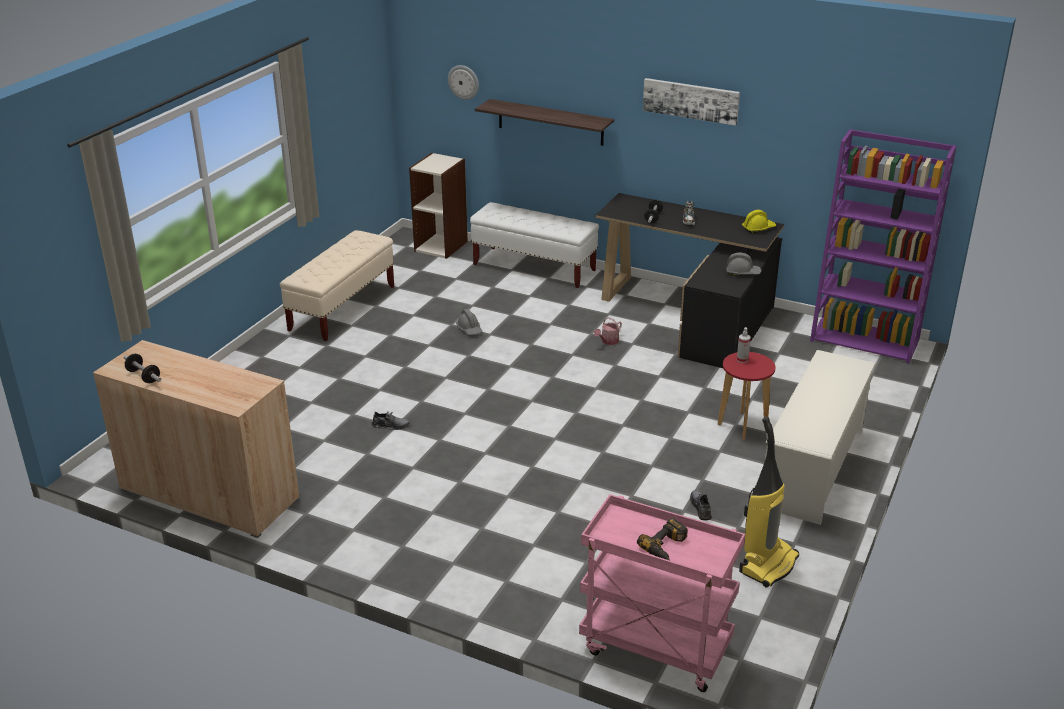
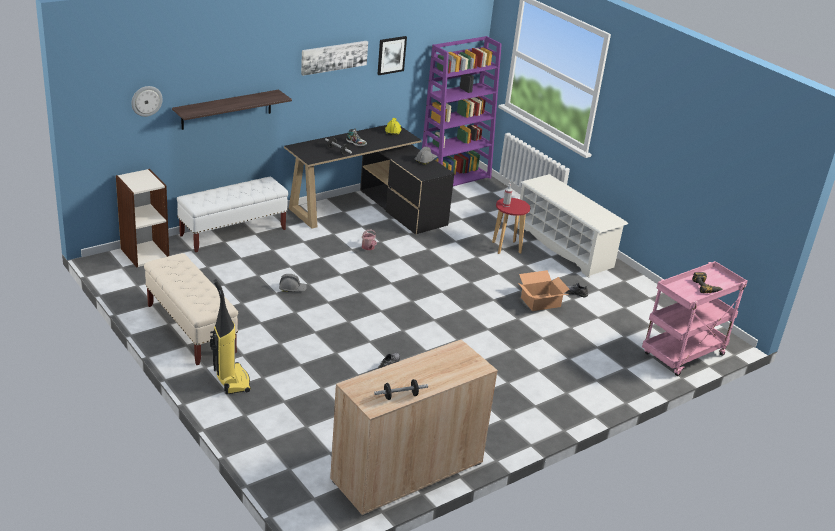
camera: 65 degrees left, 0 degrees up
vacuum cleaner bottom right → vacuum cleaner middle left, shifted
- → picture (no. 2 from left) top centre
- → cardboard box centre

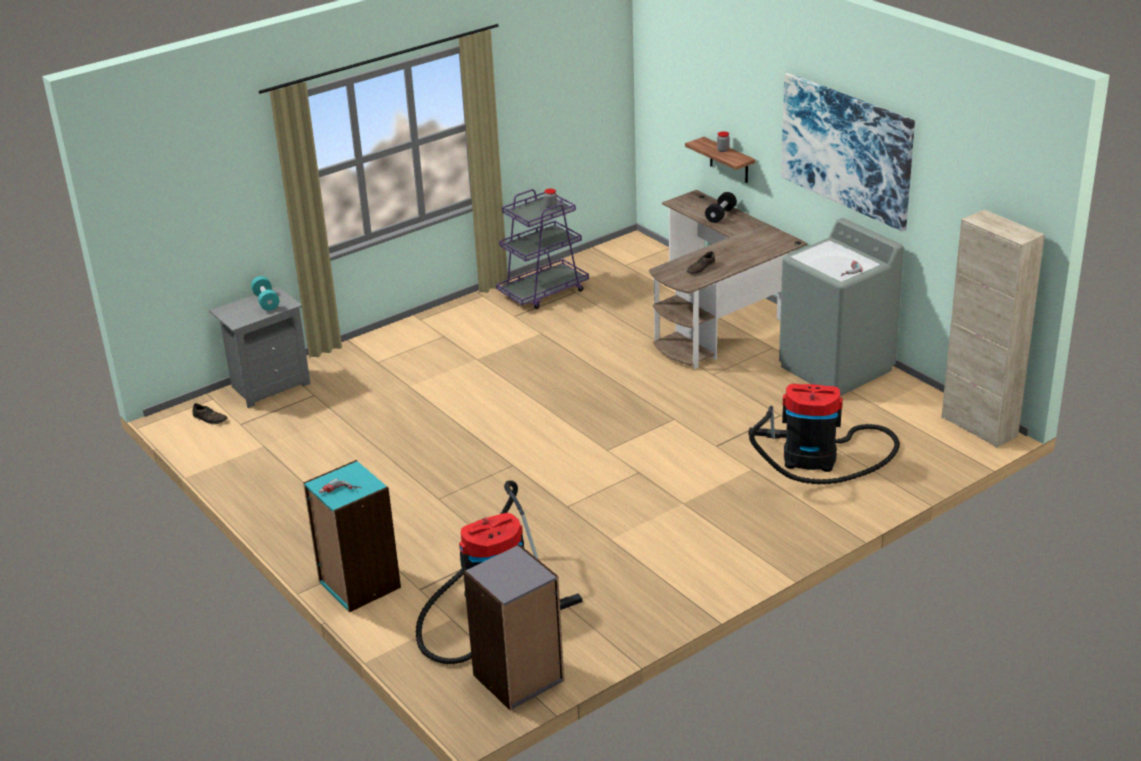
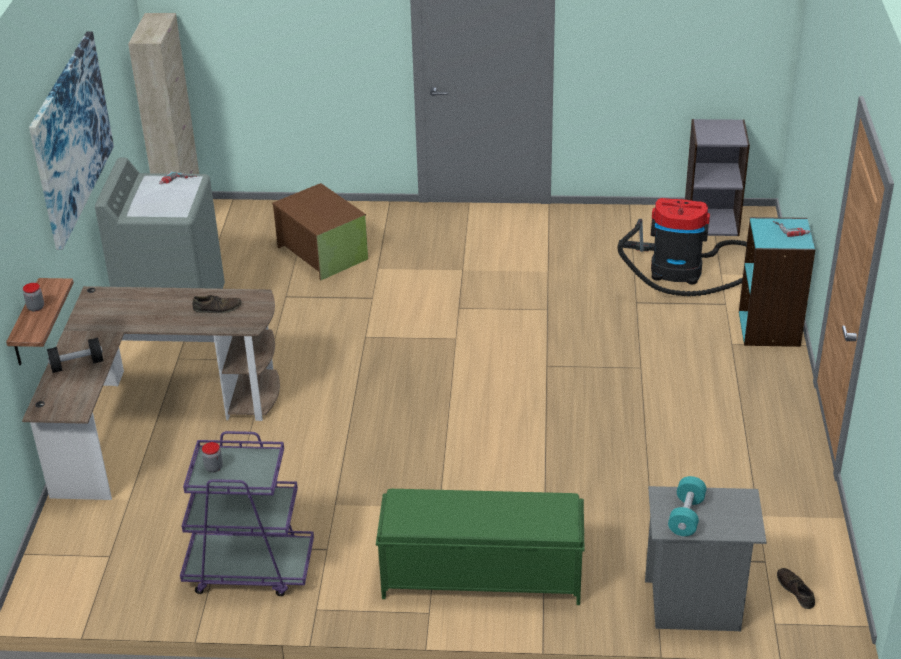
camera: 140 degrees left, 5 degrees up
vacuum cleaner (no. 2 from left) middle right → storage box in brown centre
- → bench in green bottom centre

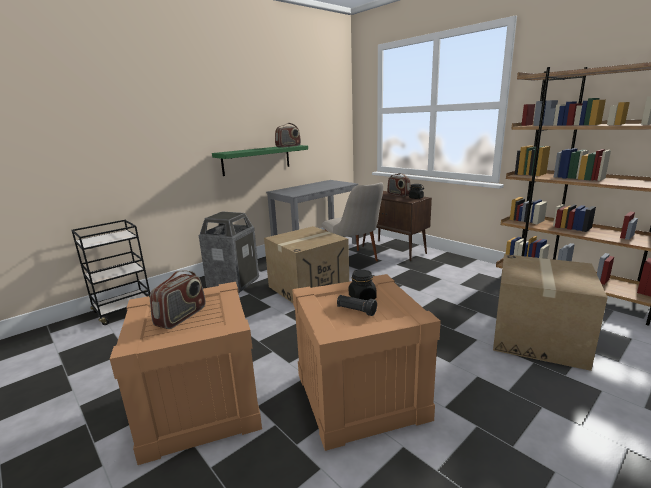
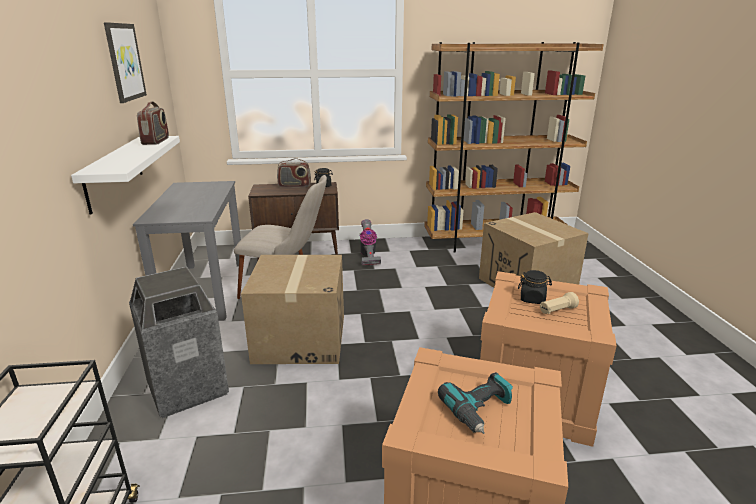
camera: 55 degrees left, 5 degrees up
shelf in green top centre → shelf in white middle left
radio (no. 1 from left) middle left → power drill bottom centre
flashlight in black centre → flashlight in beige middle right
- → picture top left
- → vacuum cleaner centre

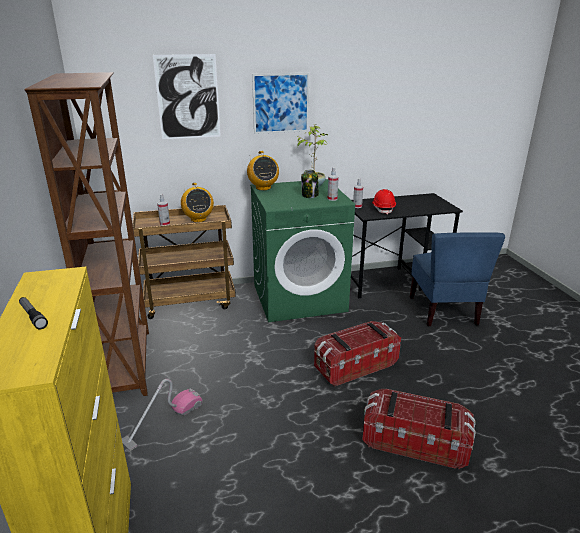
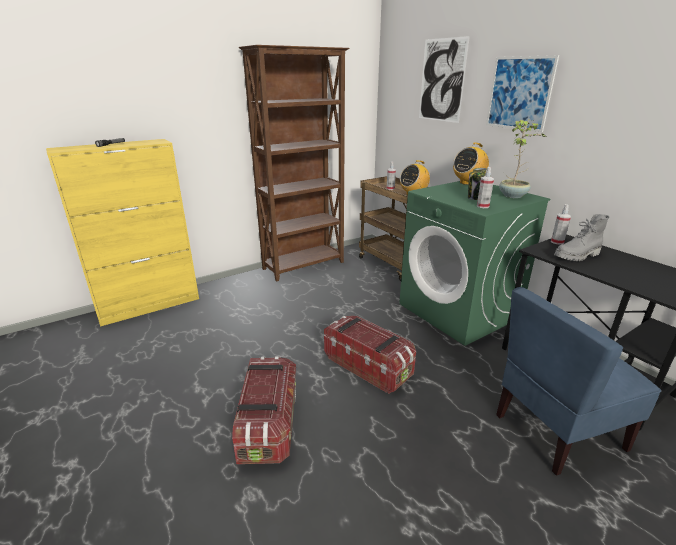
camera: 70 degrees right, 0 degrees up
hard hat in red centre → boot in grey middle right
vacuum cleaner bottom left → -

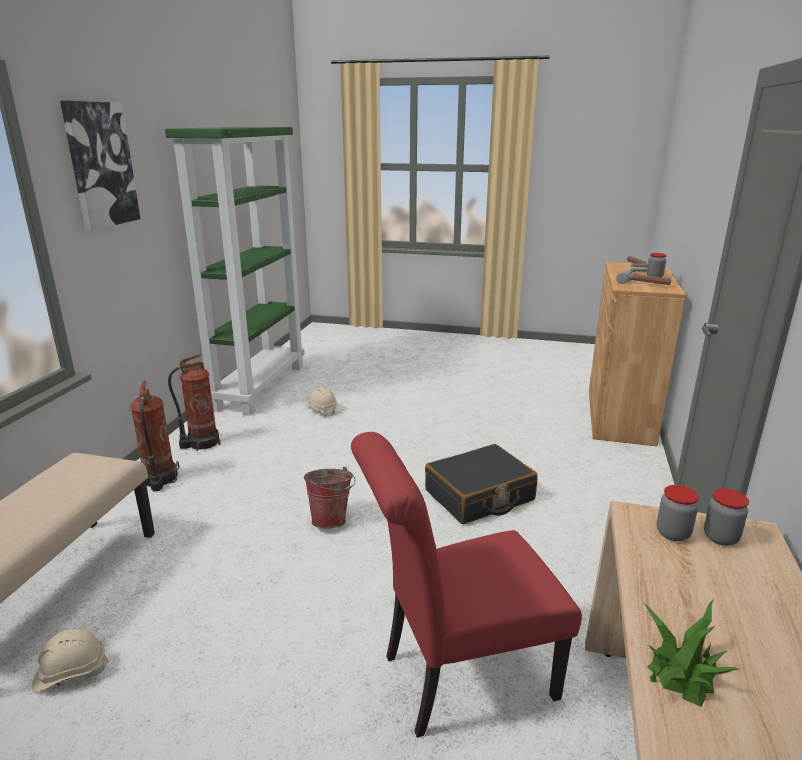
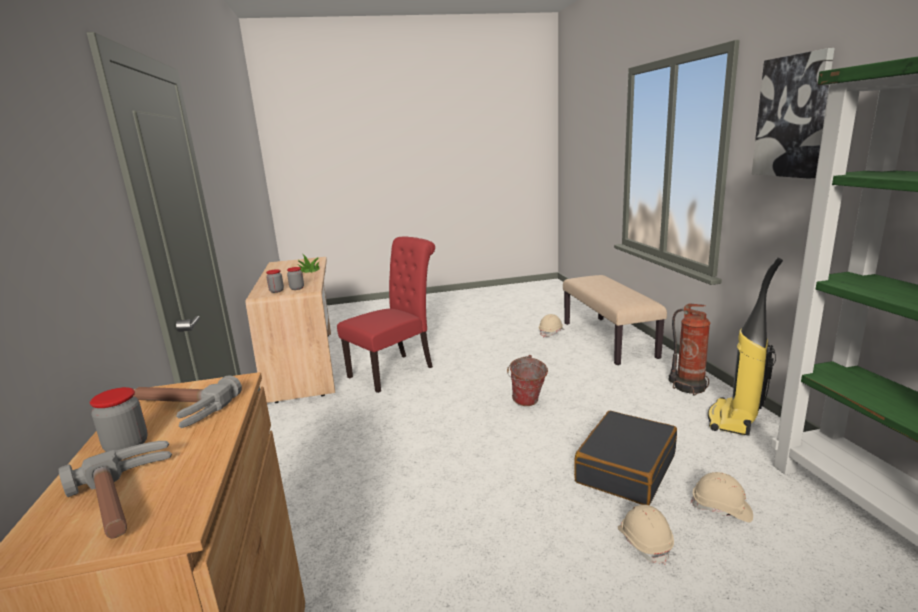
camera: 155 degrees right, 5 degrees down
fire extinguisher (no. 2 from left) middle left → vacuum cleaner middle right
suitcase in black centre → suitcase in black bottom right, shifted
- → hard hat in beige (no. 2 from left) bottom right

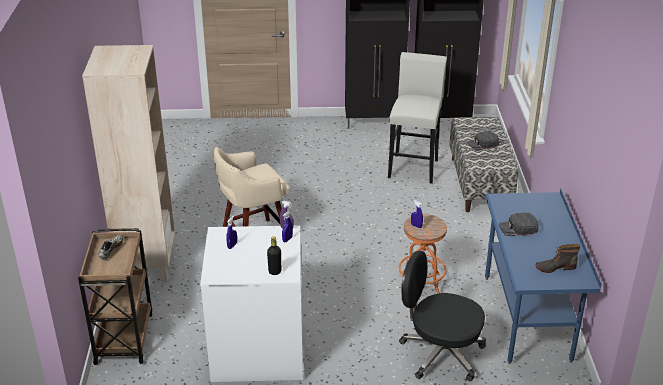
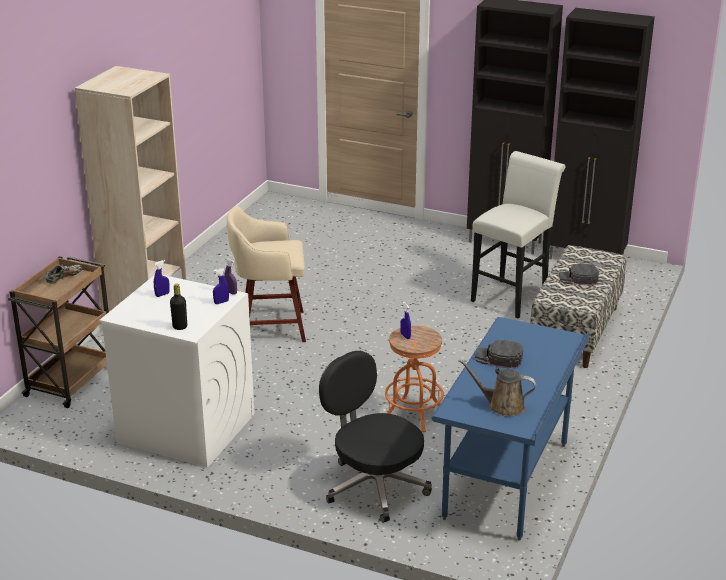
camera: 25 degrees right, 5 degrees down
boot bottom right → watering can in brown bottom right

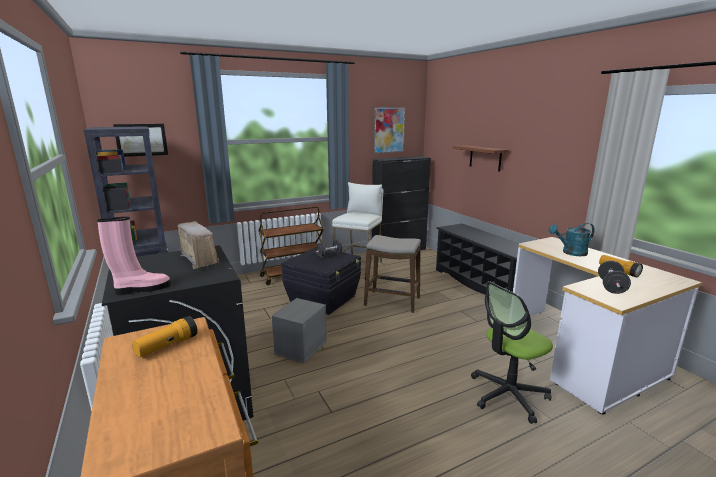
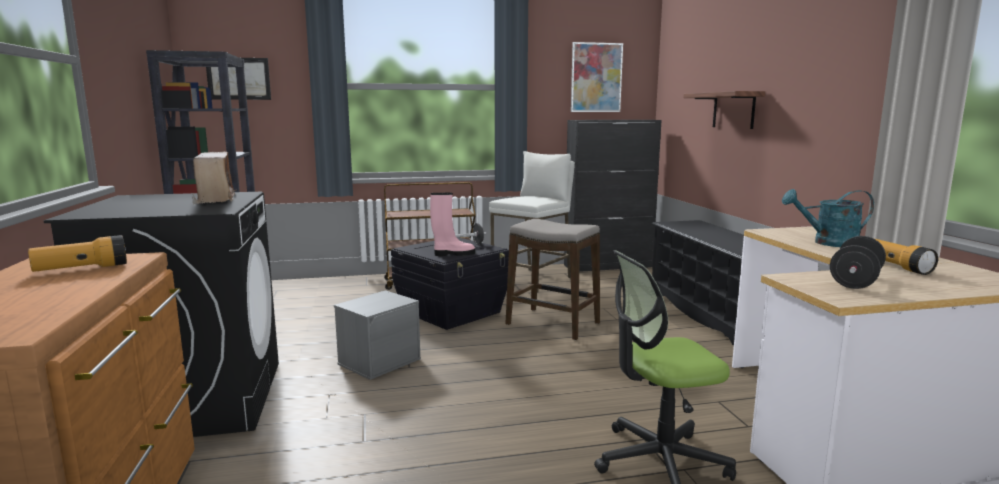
camera: 15 degrees right, 5 degrees down
boot in pink middle left → boot in pink centre, shifted

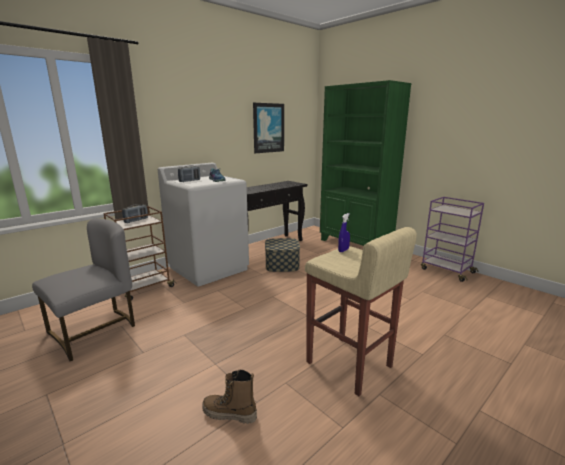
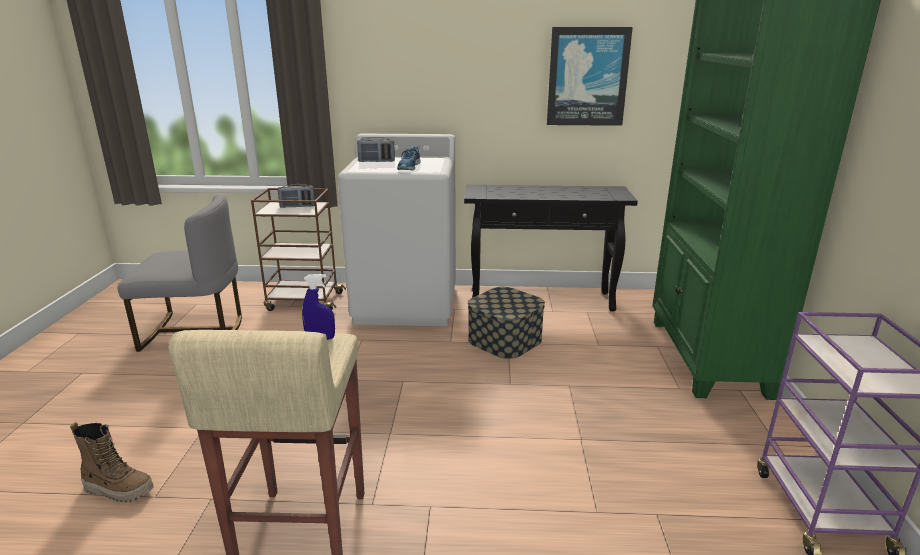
camera: 45 degrees right, 5 degrees up
boot bottom centre → boot bottom left, 135 degrees clockwise

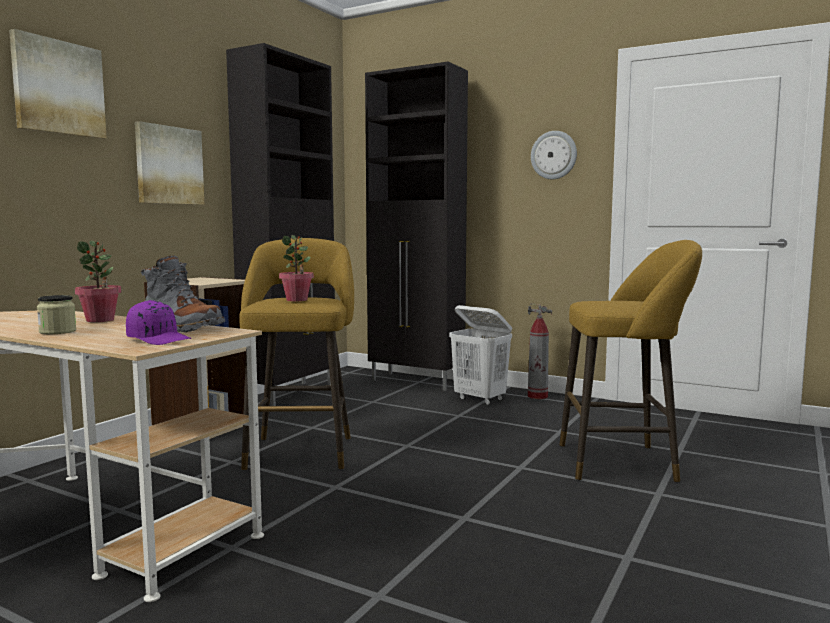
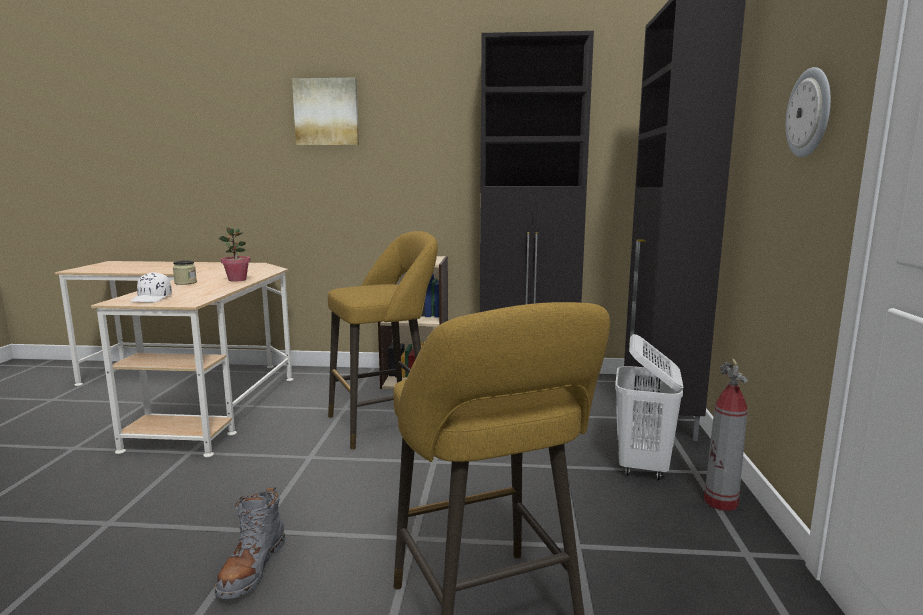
camera: 65 degrees right, 5 degrees up
picture (no. 2 from left) top left → -
potted plant (no. 2 from left) centre → -
boot in grey middle left → boot in grey bottom left, shifted
cap in purple middle left → cap in white middle left

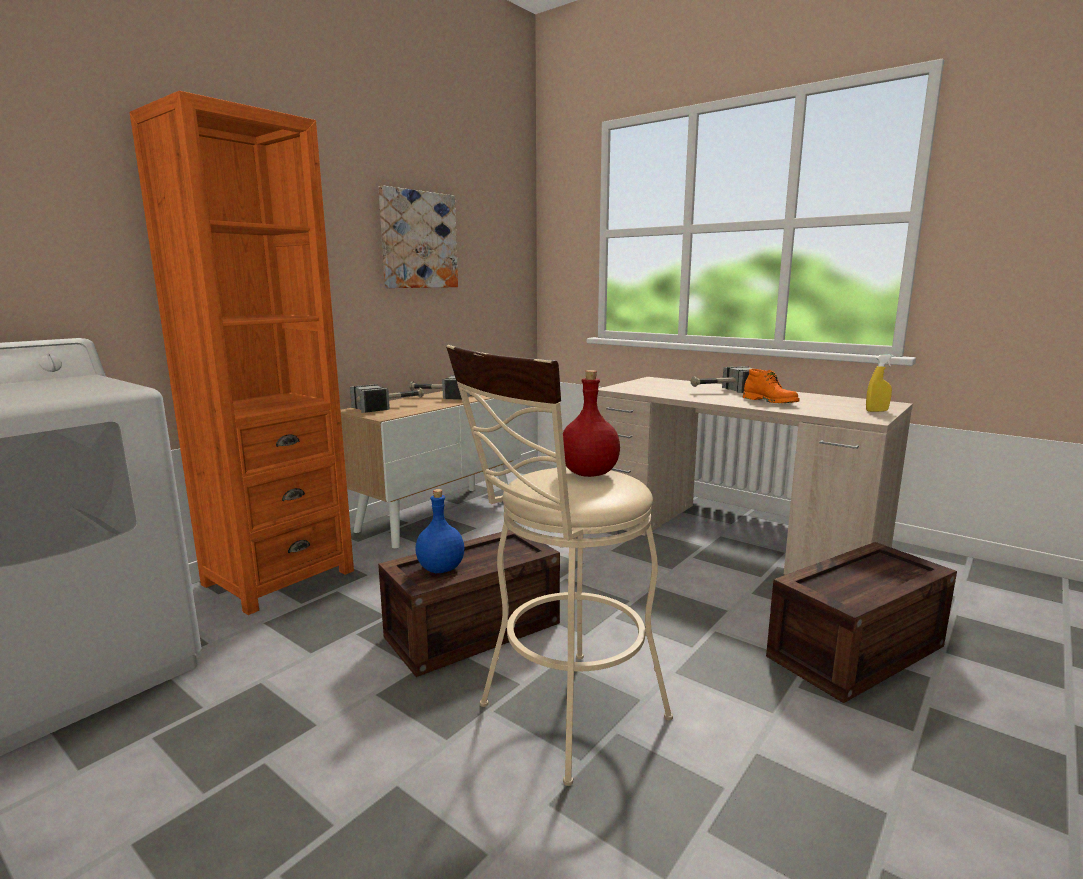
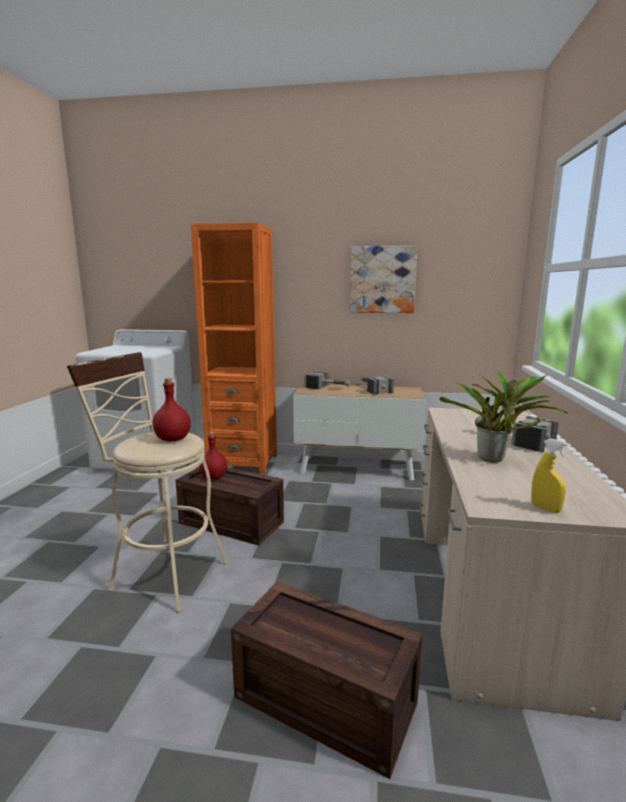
camera: 60 degrees right, 0 degrees up
boot in orange middle right → potted plant middle right
bottle in blue centre → bottle in red (no. 2 from left) centre

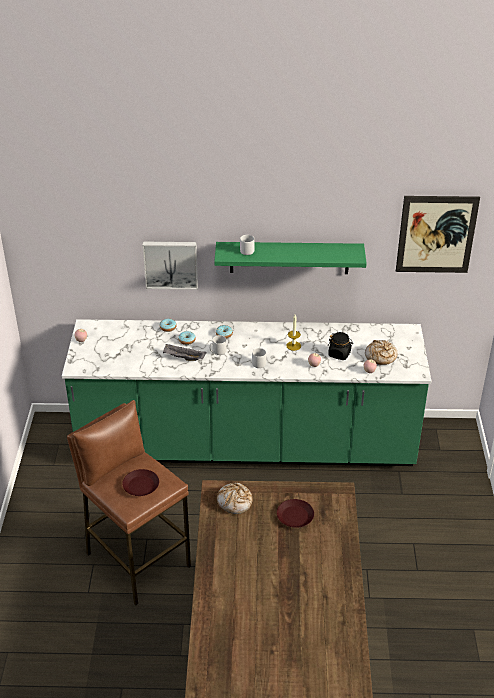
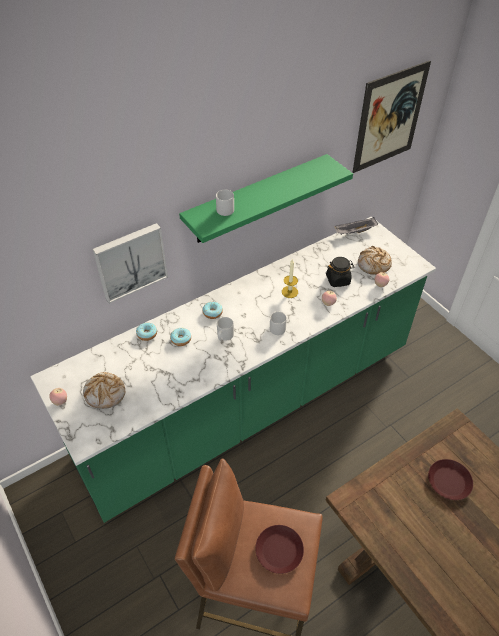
camera: 35 degrees left, 10 degrees up
tray in grey centre → tray in grey middle right, shifted
bread (no. 1 from left) bottom centre → bread (no. 1 from left) middle left, shifted

